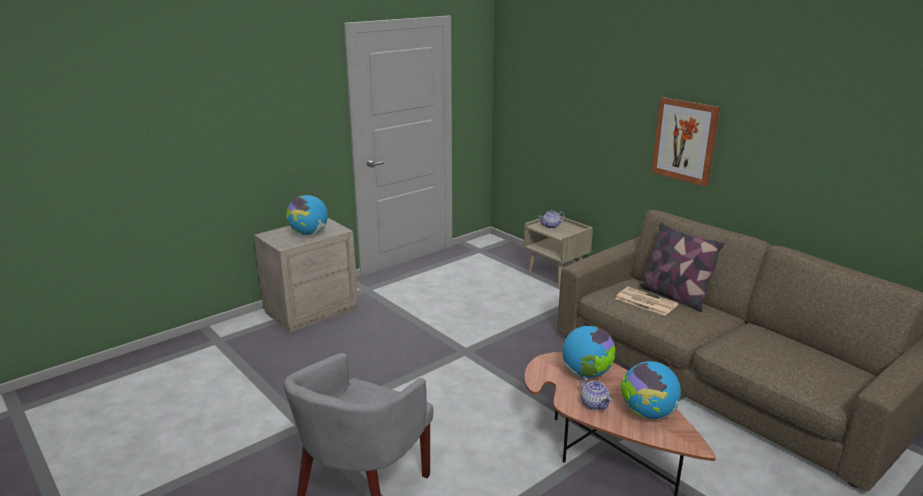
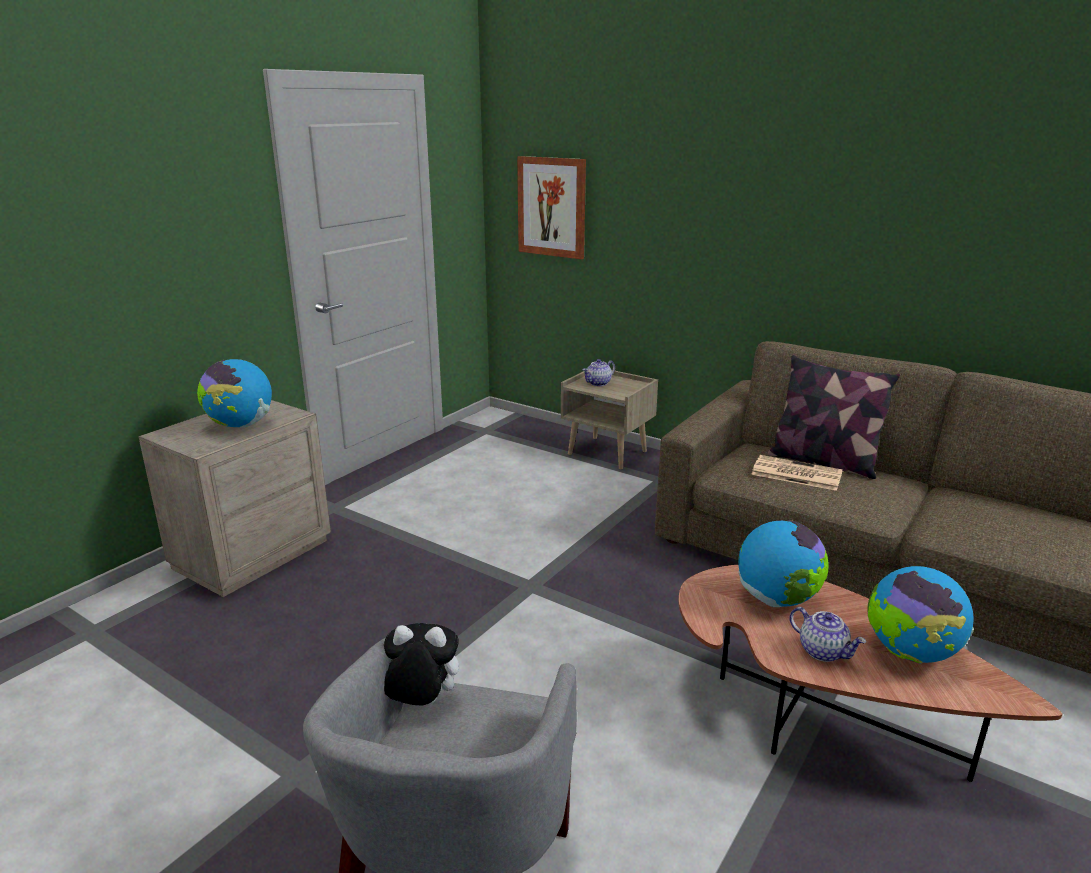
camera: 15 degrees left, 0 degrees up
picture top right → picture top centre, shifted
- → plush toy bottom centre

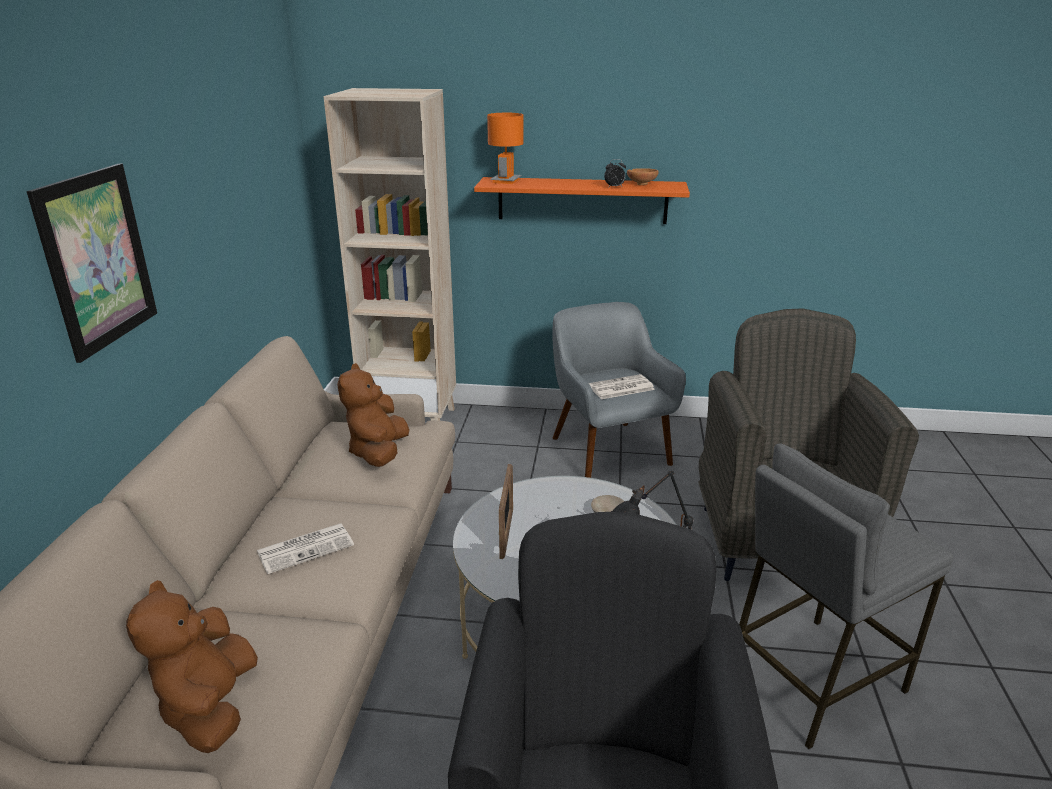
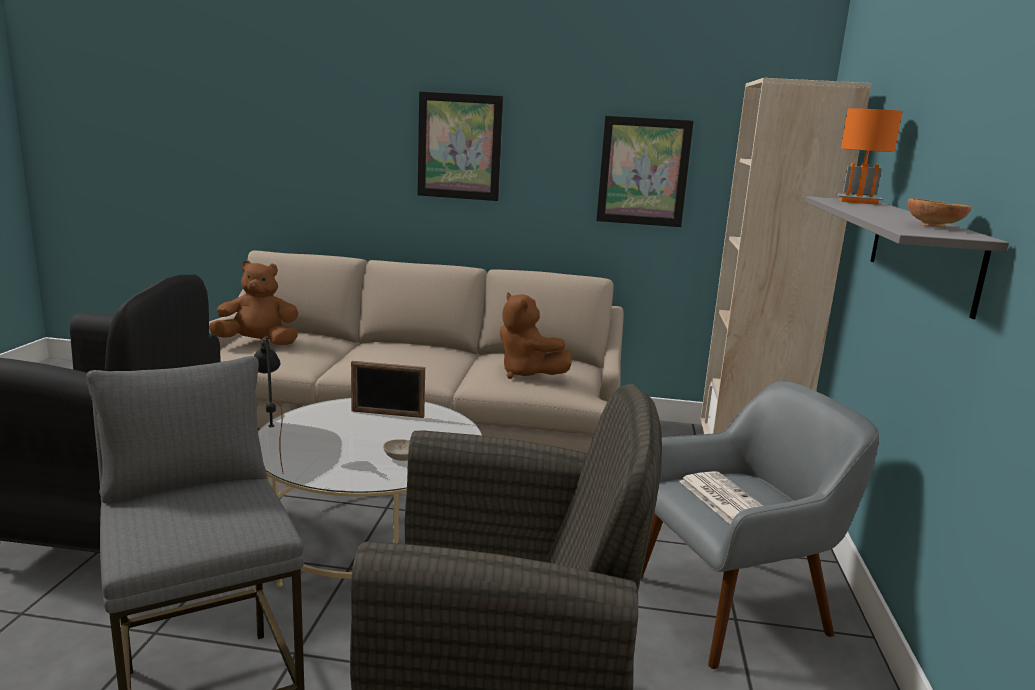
camera: 90 degrees right, 10 degrees down
alarm clock top centre → -
shelf in orange top centre → shelf in grey middle right
plush toy in brown (no. 2 from left) centre, 135 degrees counterclockwise
newspaper (no. 1 from left) bottom left → -
- → picture (no. 2 from left) top centre

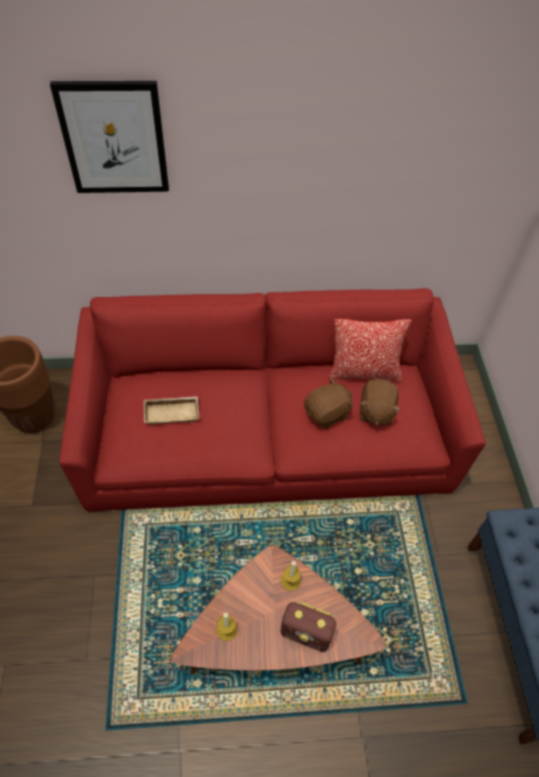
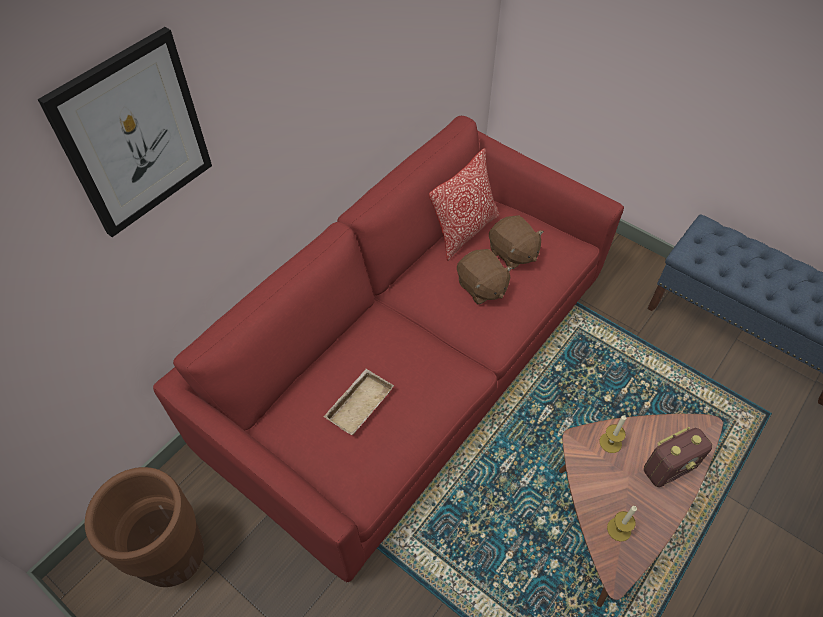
camera: 45 degrees left, 0 degrees up
plush toy in brown (no. 1 from left) centre, 135 degrees clockwise

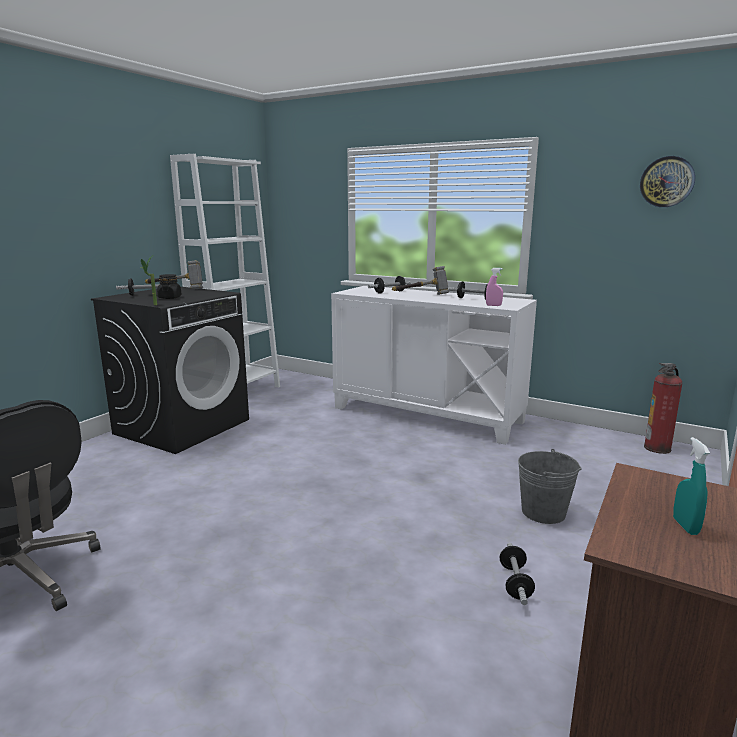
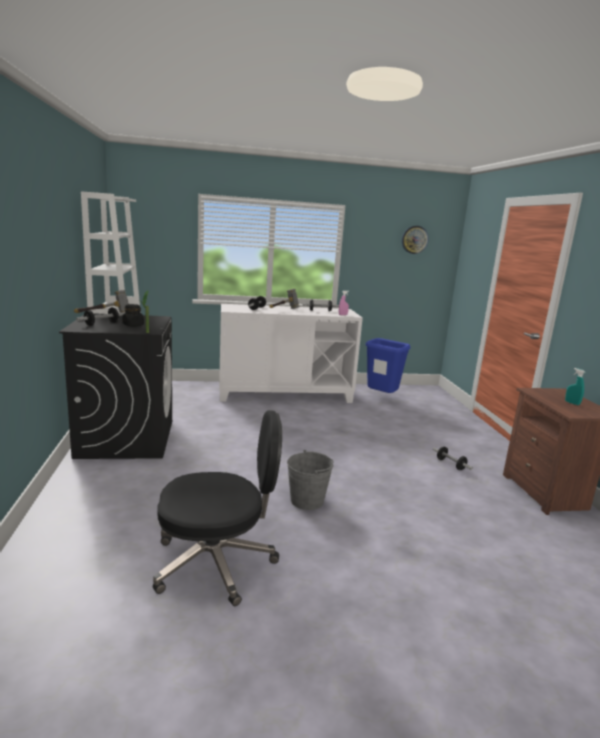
camera: 40 degrees left, 0 degrees up
fire extinguisher middle right → -
bucket in grey middle right → bucket in grey centre, shifted
- → trash can in blue centre

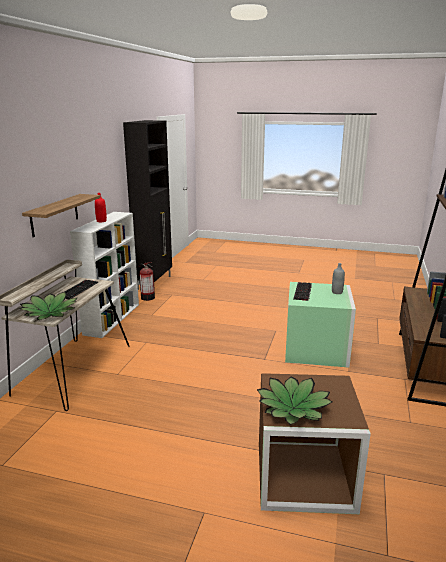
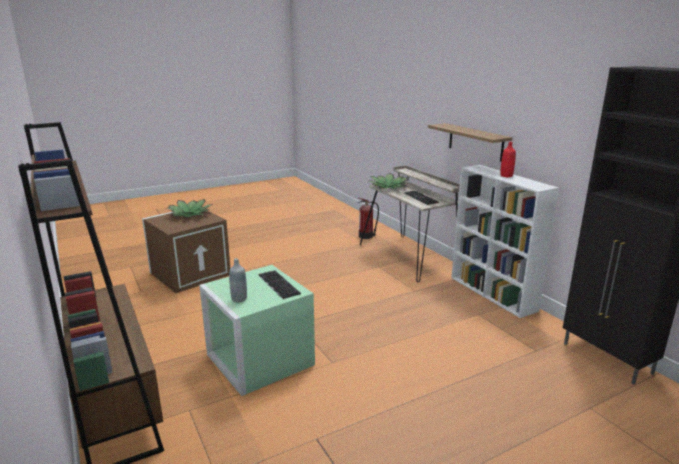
camera: 135 degrees right, 0 degrees up
fire extinguisher middle left → fire extinguisher centre, shifted

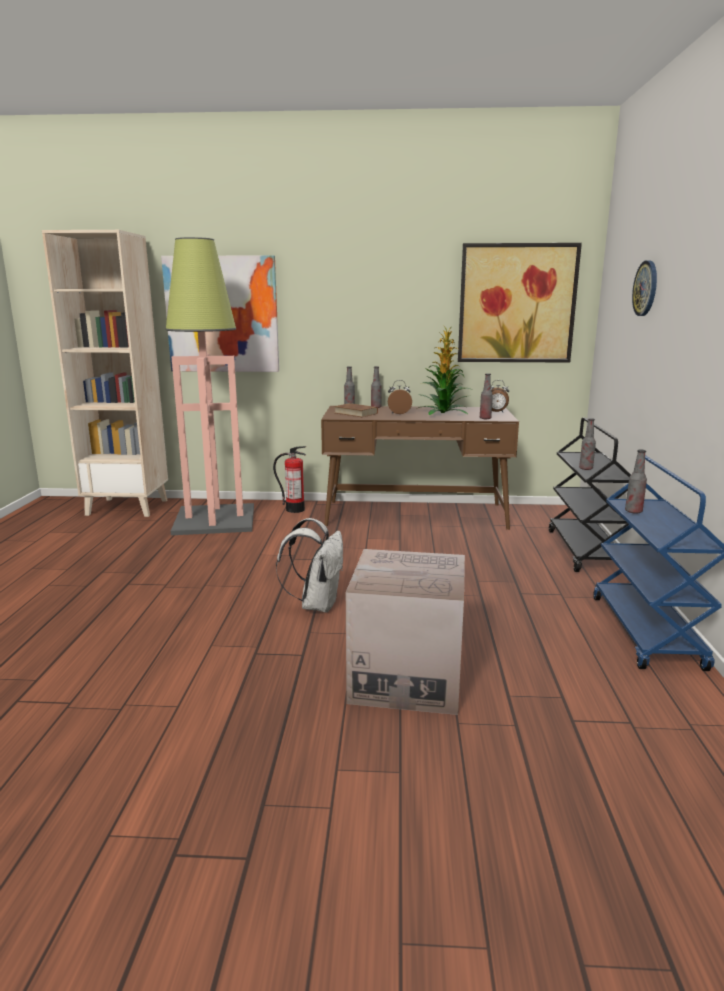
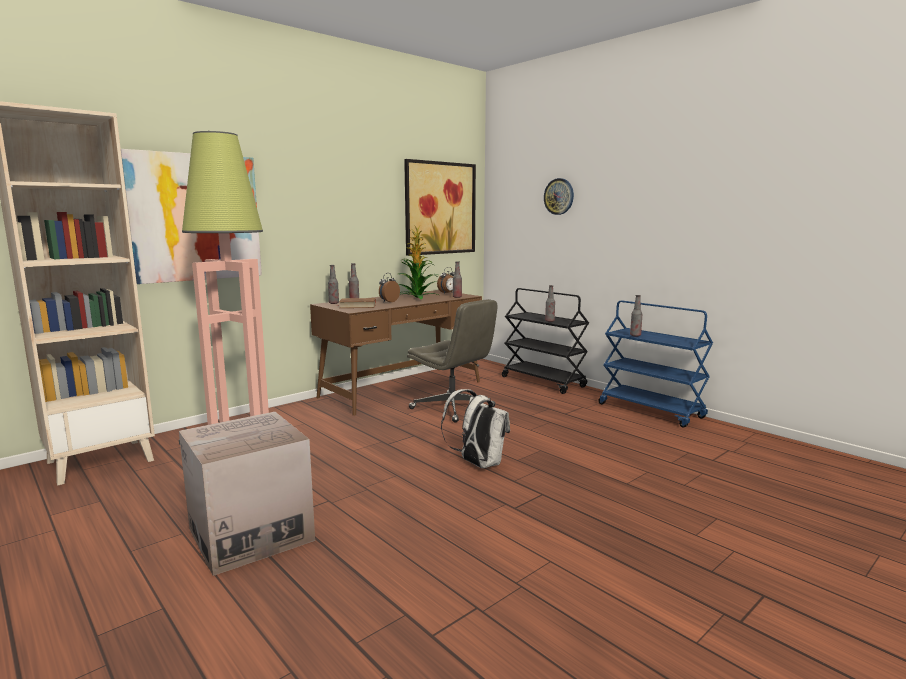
camera: 45 degrees left, 5 degrees down
fire extinguisher centre → -
cardboard box centre → cardboard box bottom left, shifted
- → office chair in grey centre

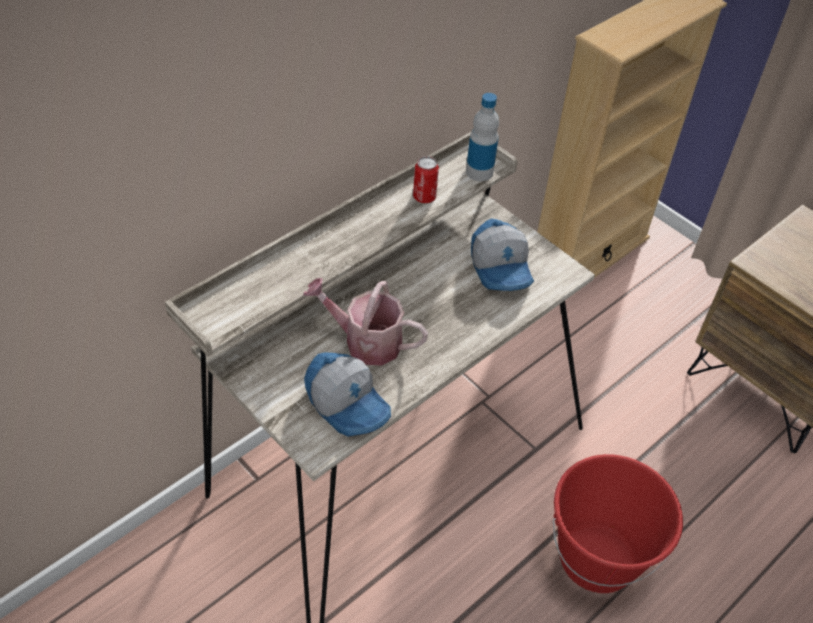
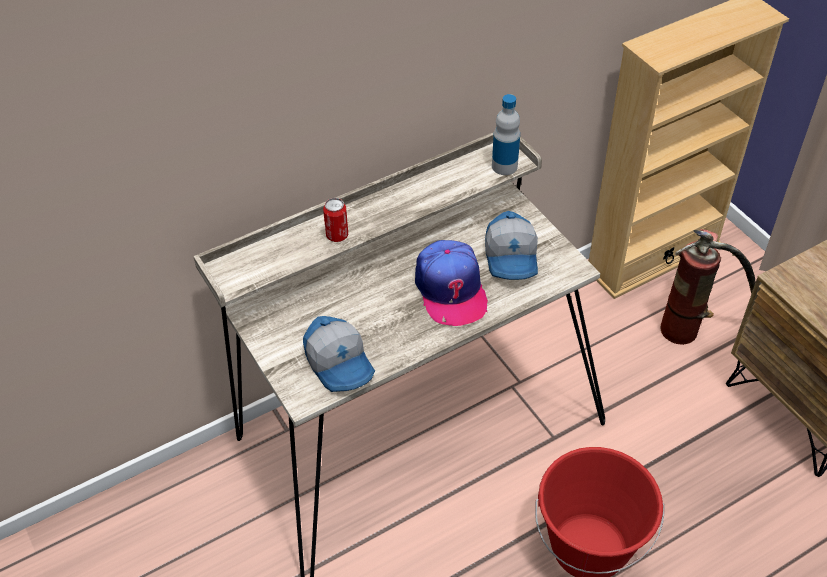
camera: 15 degrees right, 0 degrees up
can top centre → can centre, shifted
watering can centre → -
- → fire extinguisher middle right
- → cap (no. 2 from left) centre

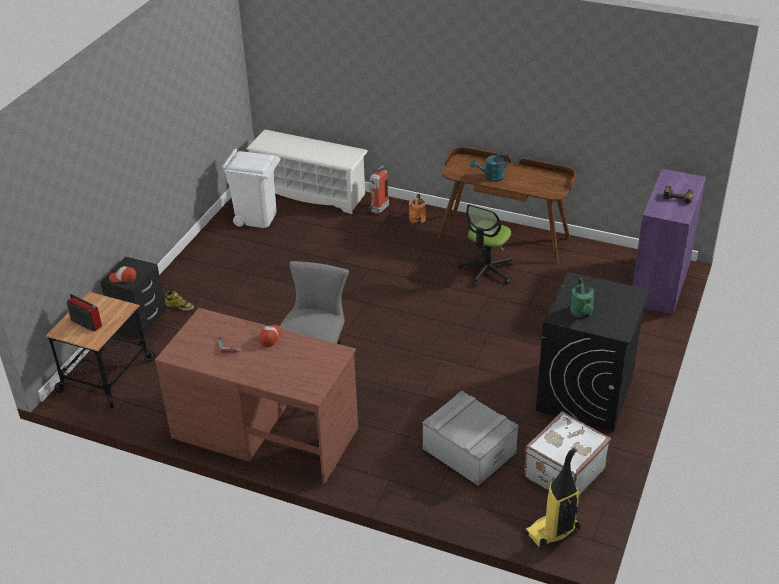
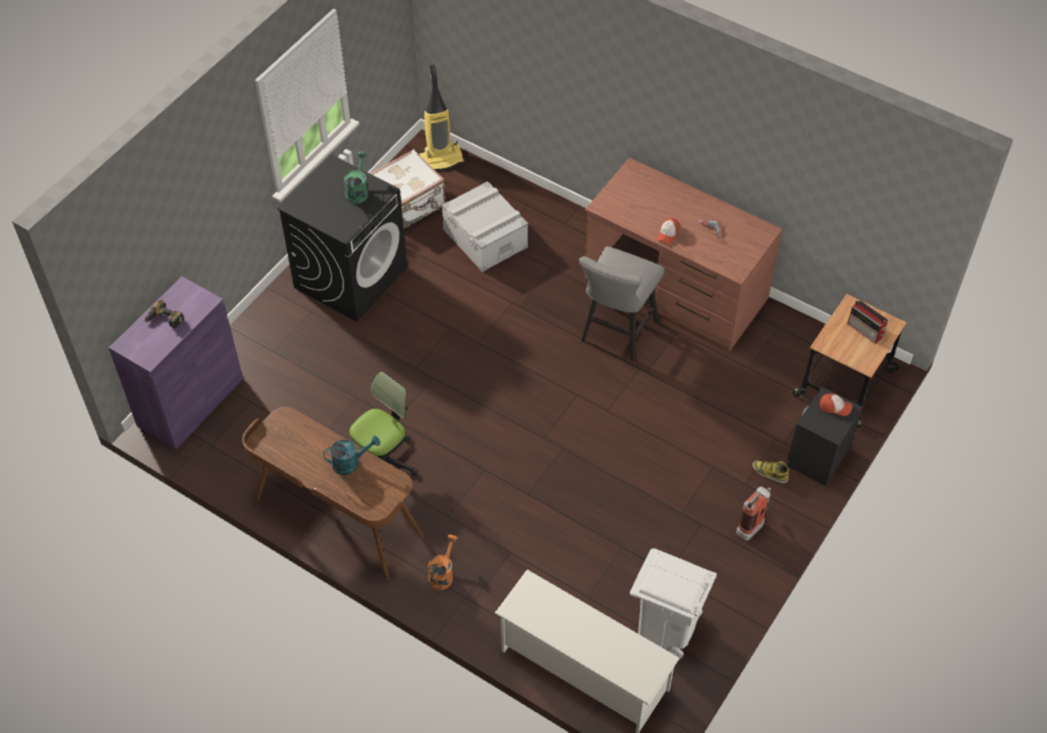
camera: 170 degrees left, 15 degrees up
fire extinguisher top centre → fire extinguisher bottom right, shifted

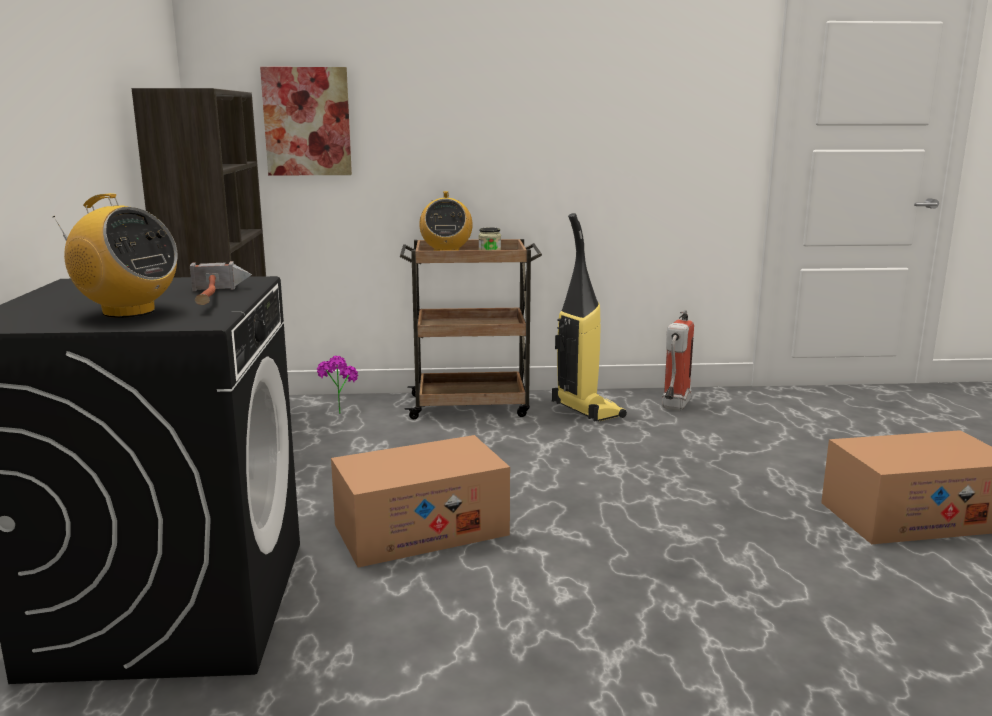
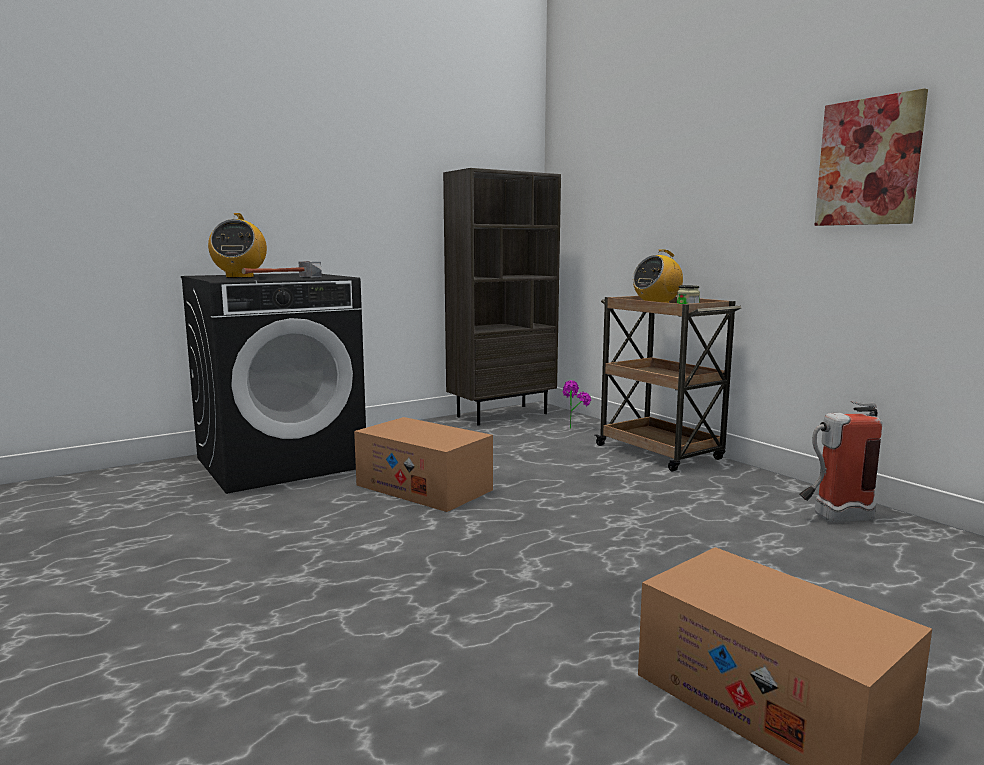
camera: 60 degrees right, 5 degrees down
picture top left → picture top right, shifted
vacuum cleaner centre → -

